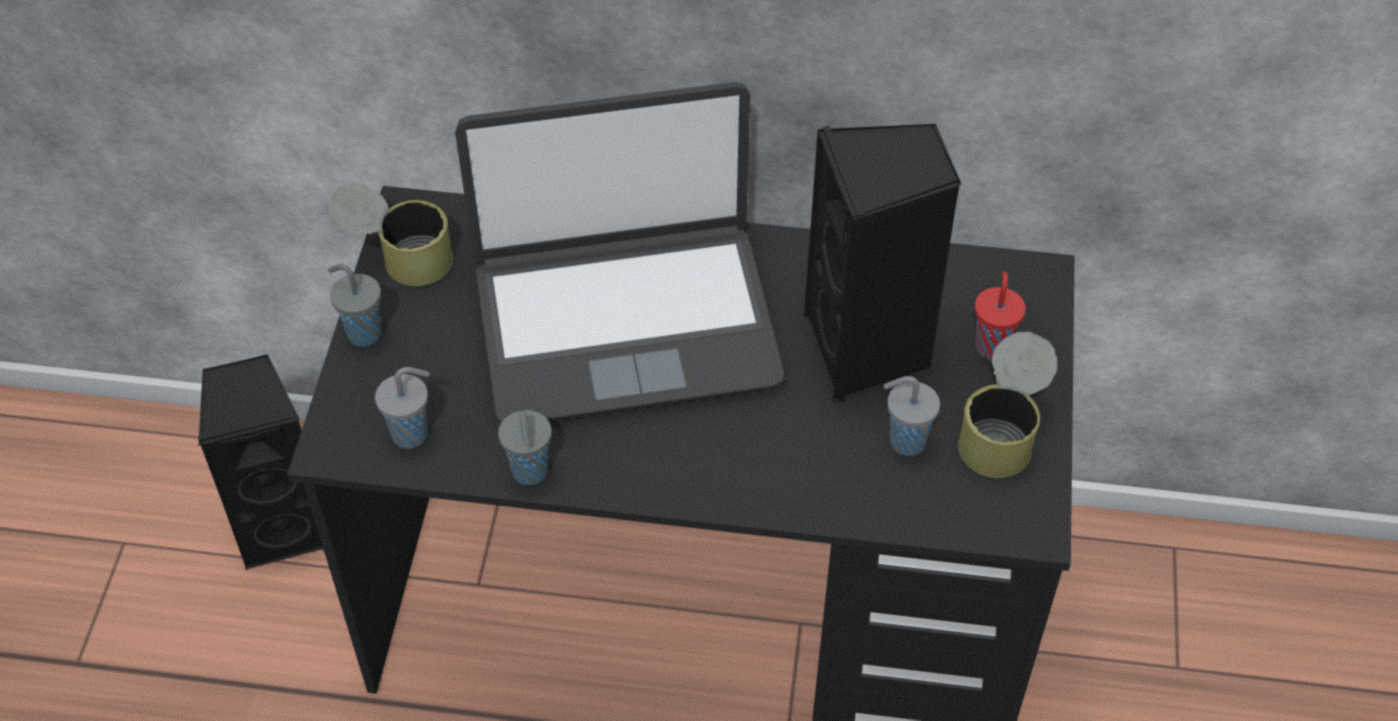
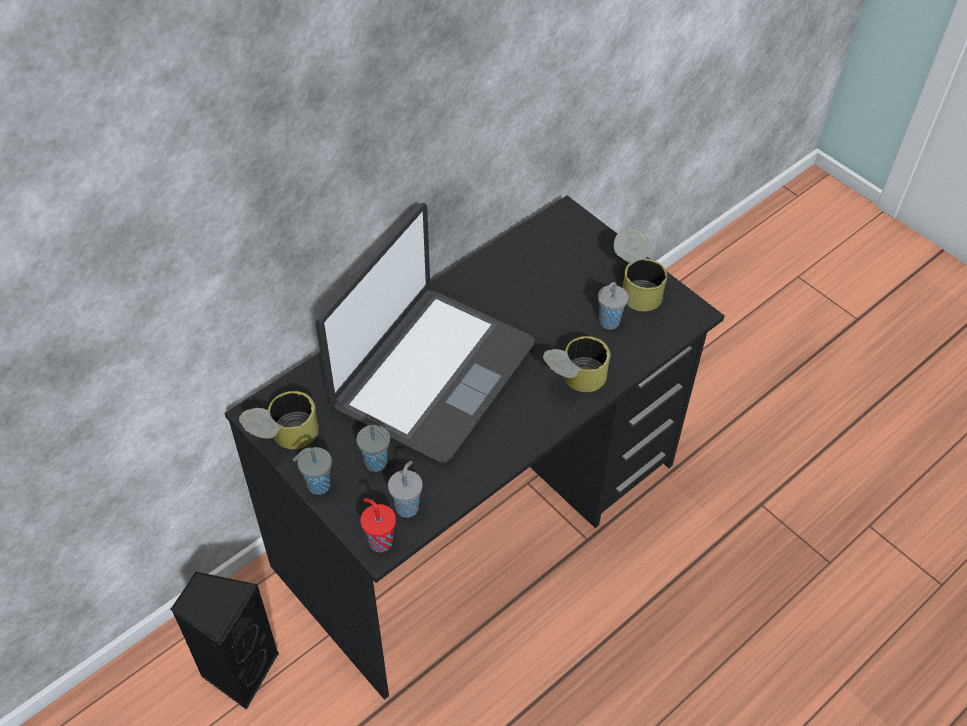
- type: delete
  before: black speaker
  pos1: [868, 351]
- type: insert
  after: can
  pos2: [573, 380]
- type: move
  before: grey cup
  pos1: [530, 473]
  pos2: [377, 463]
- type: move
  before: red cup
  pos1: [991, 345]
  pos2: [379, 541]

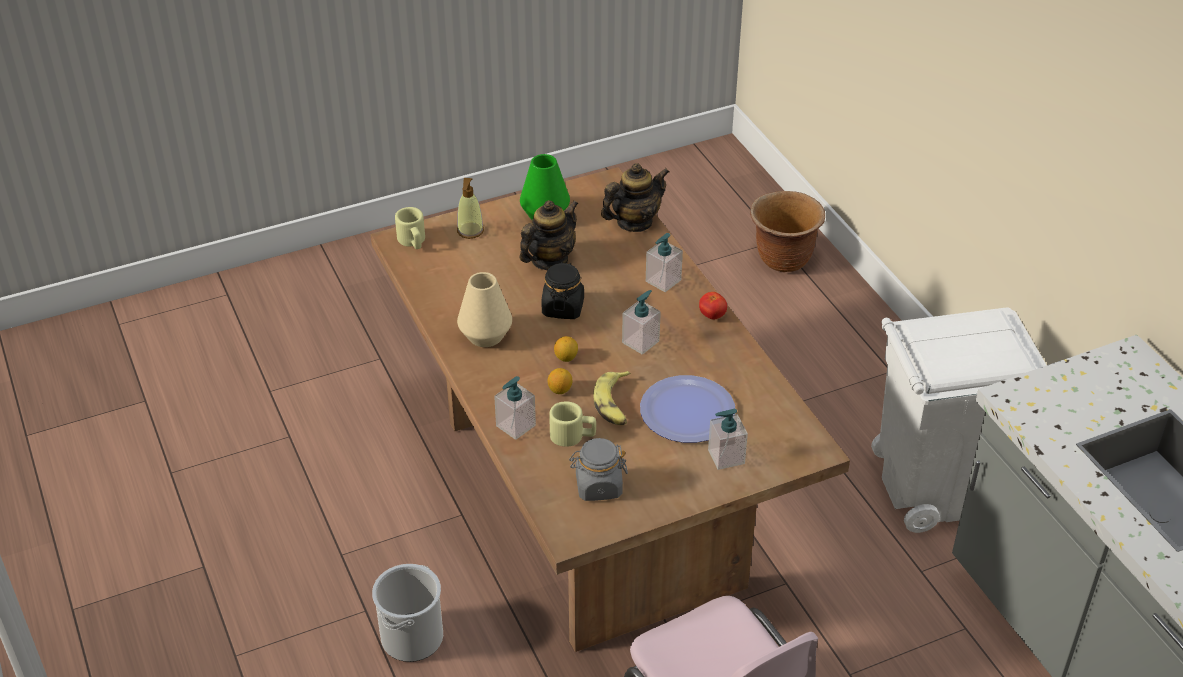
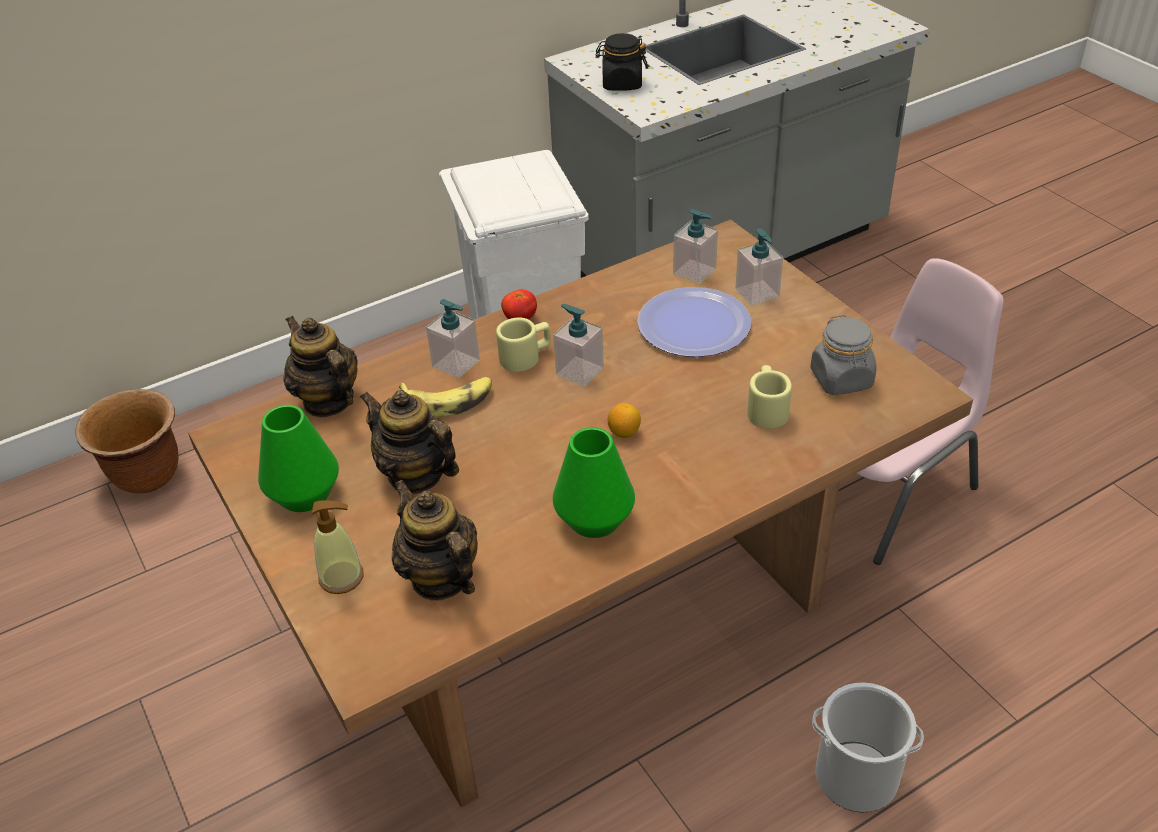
- type: delete
  before: lemon
  pos1: [560, 390]
- type: insert
  after: teapot
  pos2: [440, 578]
- type: move
  before: beige mug
  pos1: [413, 241]
  pos2: [526, 357]
- type: move
  before: soap dispenser
  pos1: [515, 426]
  pos2: [694, 271]
- type: move
  before: black jar
  pos1: [563, 307]
  pos2: [622, 84]
- type: move
  before: banana
  pos1: [614, 404]
  pos2: [449, 400]
- type: recolor
  before: beige vase
  after: green vase
  pos1: [486, 335]
  pos2: [594, 518]

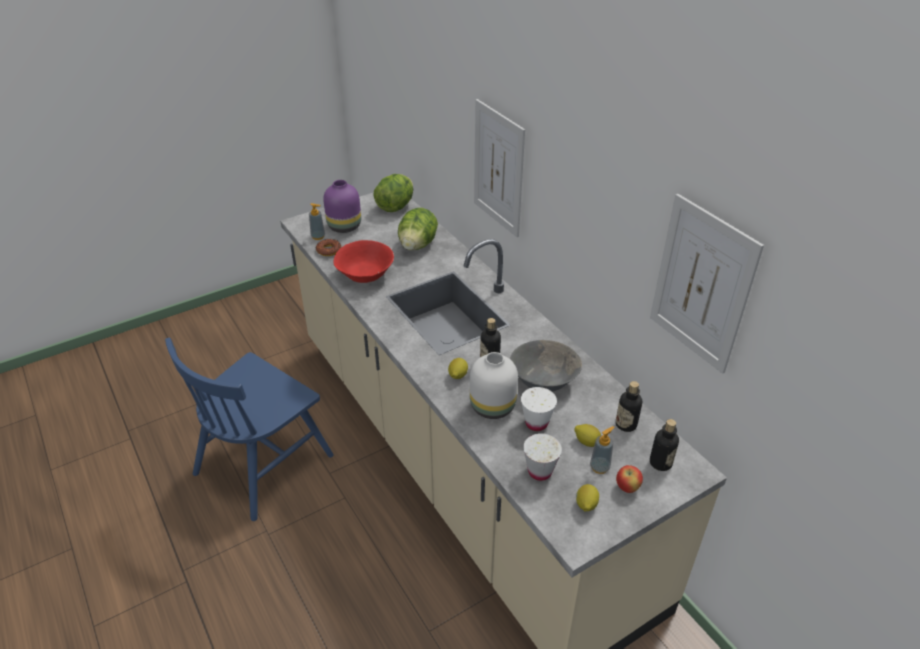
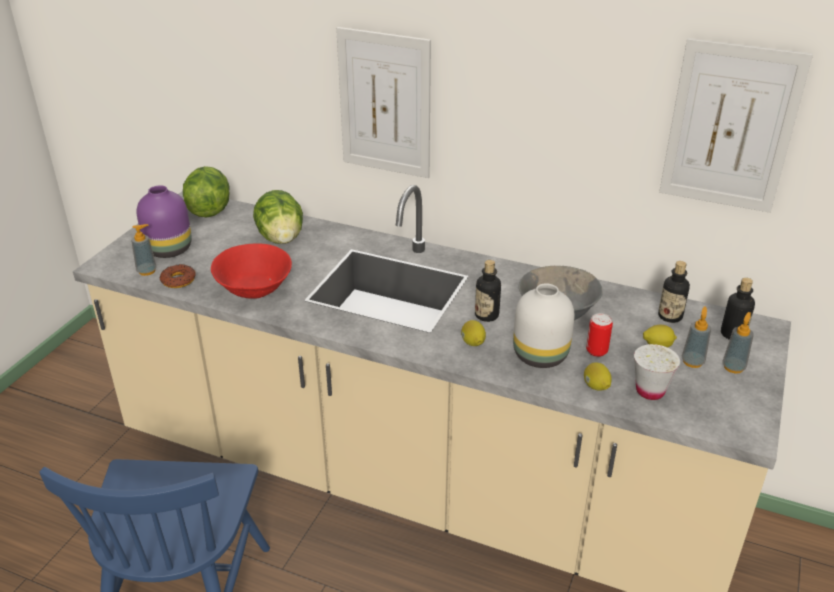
- type: move
  before: lemon
  pos1: [586, 505]
  pos2: [596, 387]
- type: replace
  before: white cup
  after: can
  pos1: [536, 423]
  pos2: [596, 351]
- type: replace
  before: apple
  after: soap dispenser
  pos1: [627, 488]
  pos2: [733, 367]

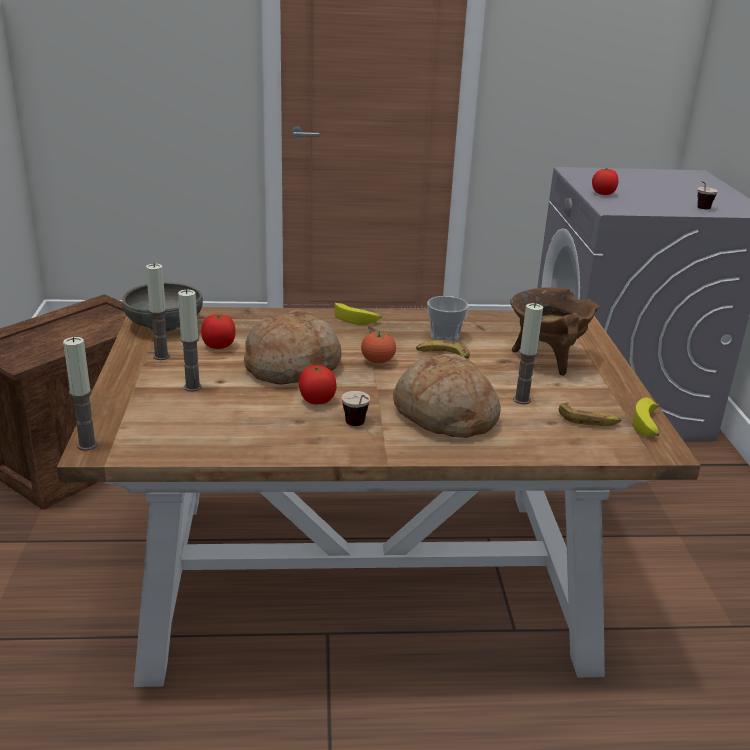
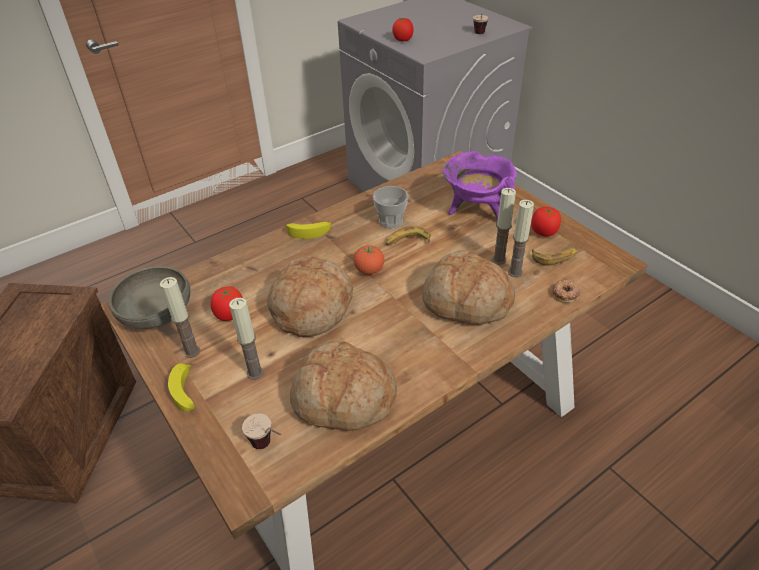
- type: insert
  after: bread
  pos2: [343, 398]
- type: insert
  after: donut
  pos2: [565, 293]
- type: move
  before: candle
  pos1: [87, 445]
  pos2: [515, 272]
- type: move
  before: tomato
  pos1: [316, 401]
  pos2: [543, 232]
- type: move
  before: cup
  pos1: [358, 427]
  pos2: [268, 448]
- type: move
  before: banana
  pos1: [648, 425]
  pos2: [187, 393]
- type: recolor
  before: brown cooking pot
  after: purple cooking pot
  pos1: [547, 358]
  pos2: [476, 211]

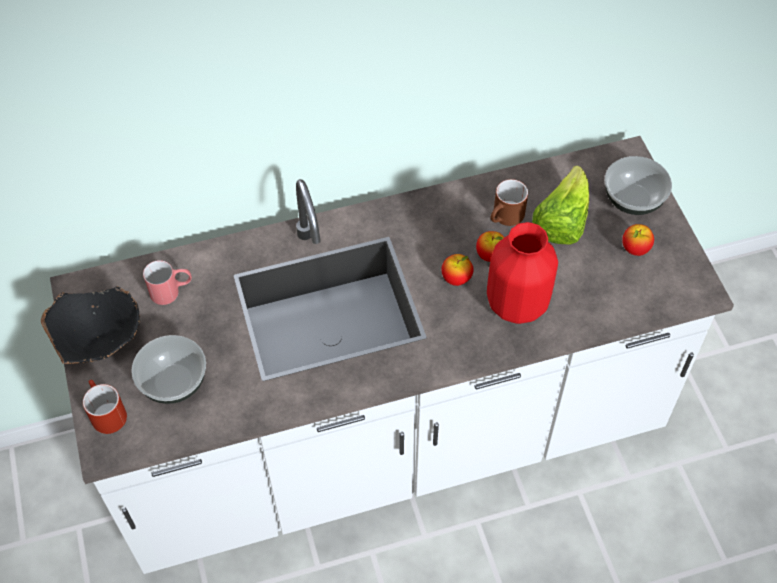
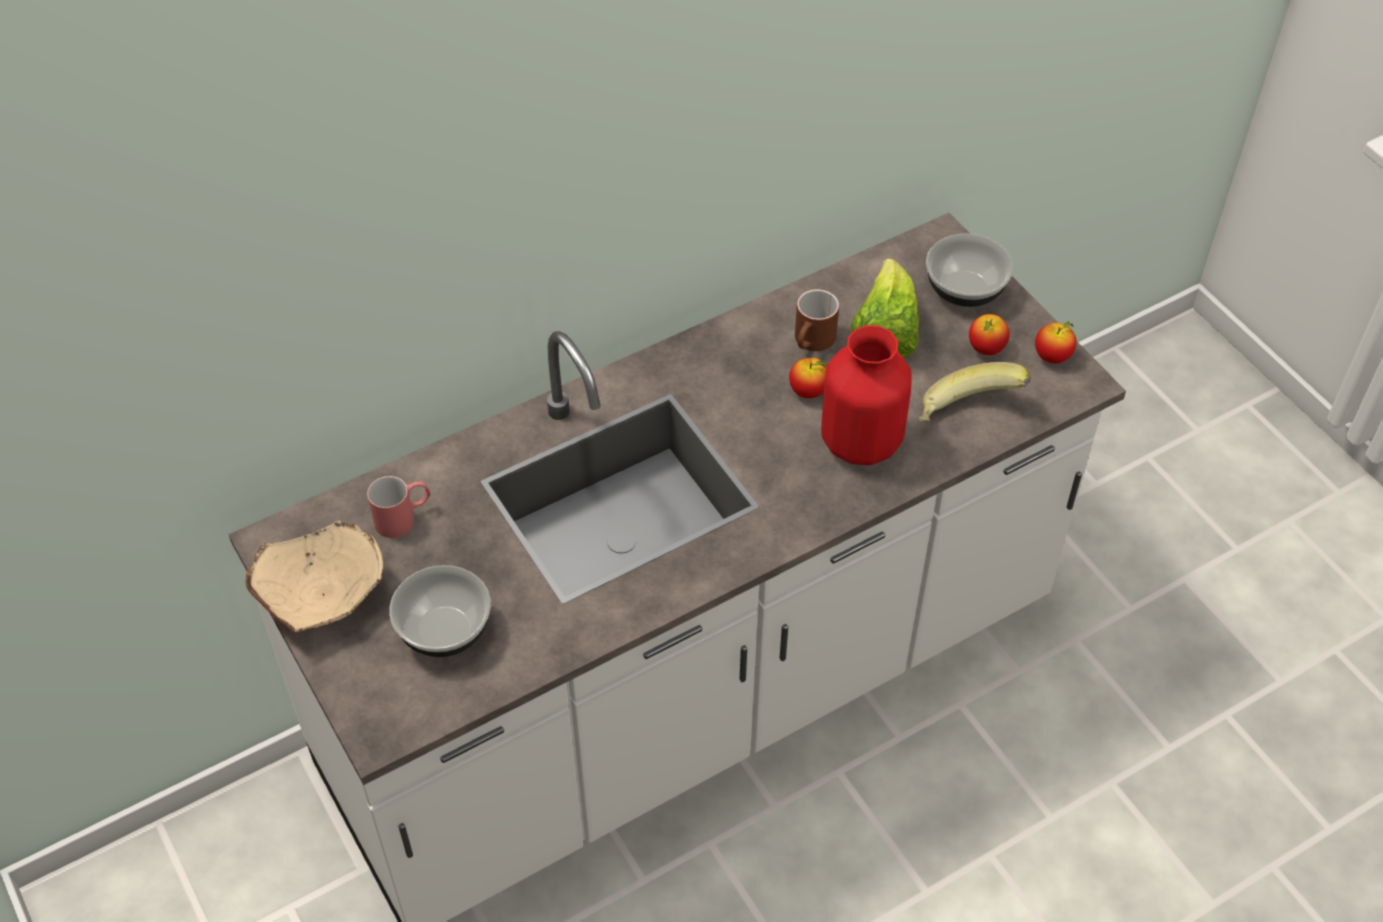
- type: delete
  before: red mug
  pos1: [105, 413]
- type: insert
  after: banana
  pos2: [967, 414]
- type: move
  before: apple
  pos1: [456, 279]
  pos2: [1052, 357]
- type: recolor
  before: black bowl
  after: beige bowl
  pos1: [98, 338]
  pos2: [322, 597]

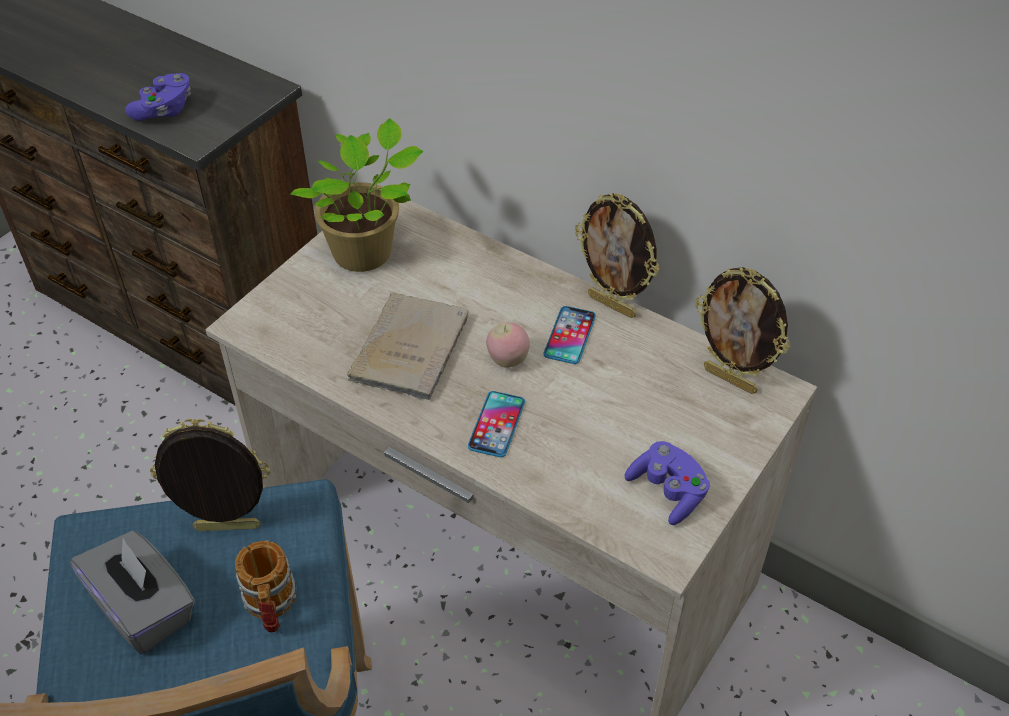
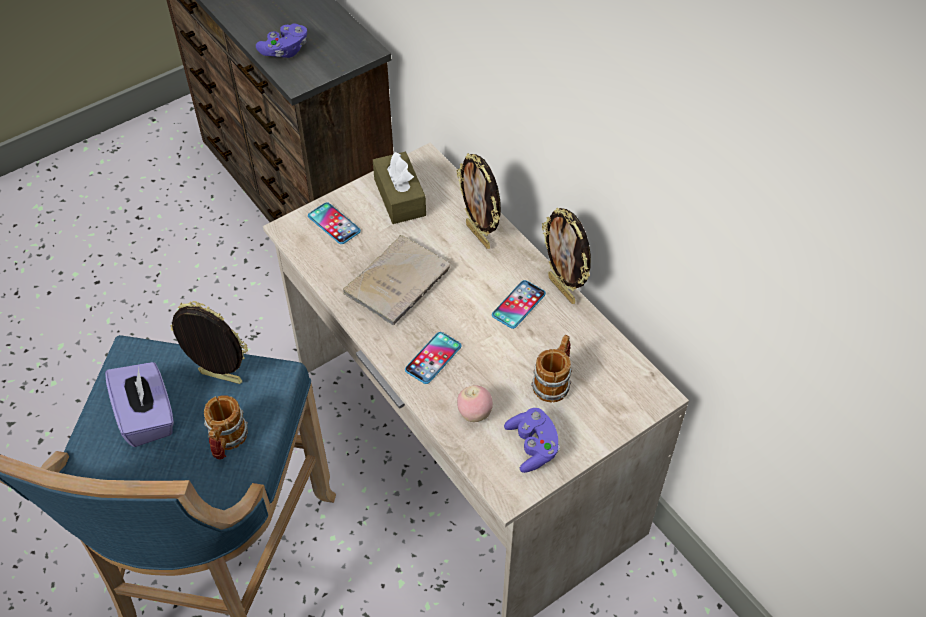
- type: insert
  after: phone
  pos2: [334, 224]
- type: insert
  after: mug
  pos2: [554, 381]
- type: move
  before: apple
  pos1: [507, 360]
  pos2: [474, 414]
- type: move
  before: picture frame
  pos1: [731, 379]
  pos2: [479, 235]
- type: replace
  before: potted plant
  after: brown tissue box
  pos1: [367, 253]
  pos2: [399, 197]
- type: recolor
  before: grey tissue box
  after: purple tissue box
  pos1: [144, 608]
  pos2: [147, 416]

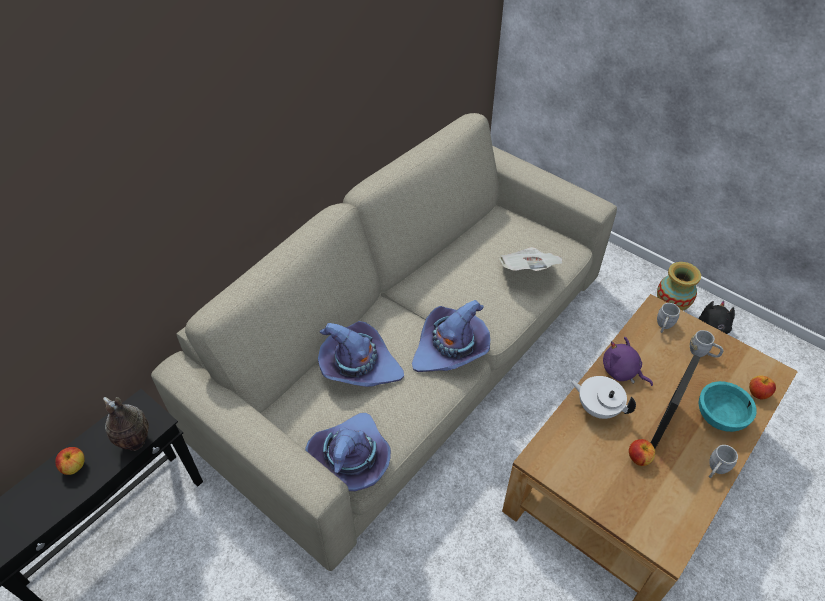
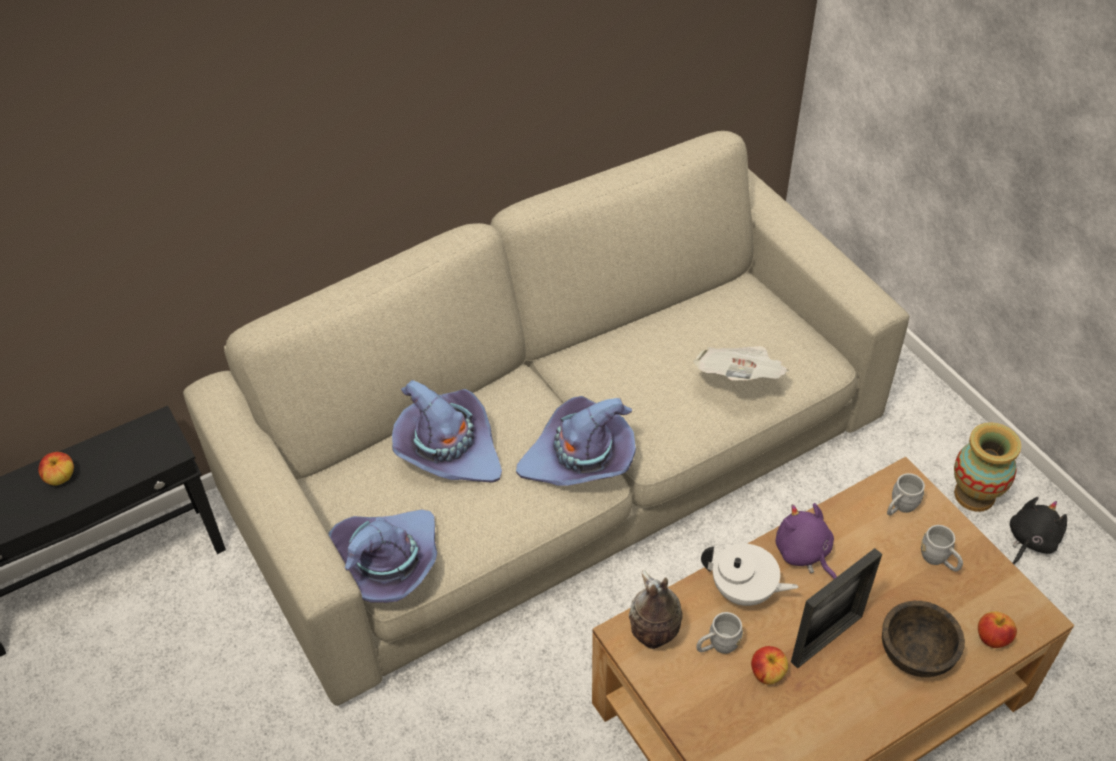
- type: move
  before: vase
  pos1: [135, 443]
  pos2: [653, 638]
- type: move
  before: grey mug
  pos1: [715, 469]
  pos2: [717, 646]
- type: recolor
  before: turquoise bowl
  after: brown bowl
  pos1: [719, 417]
  pos2: [915, 654]
- type: rotate
  before: white teapot
  pos1: [597, 407]
  pos2: [744, 591]
  turn: 150

